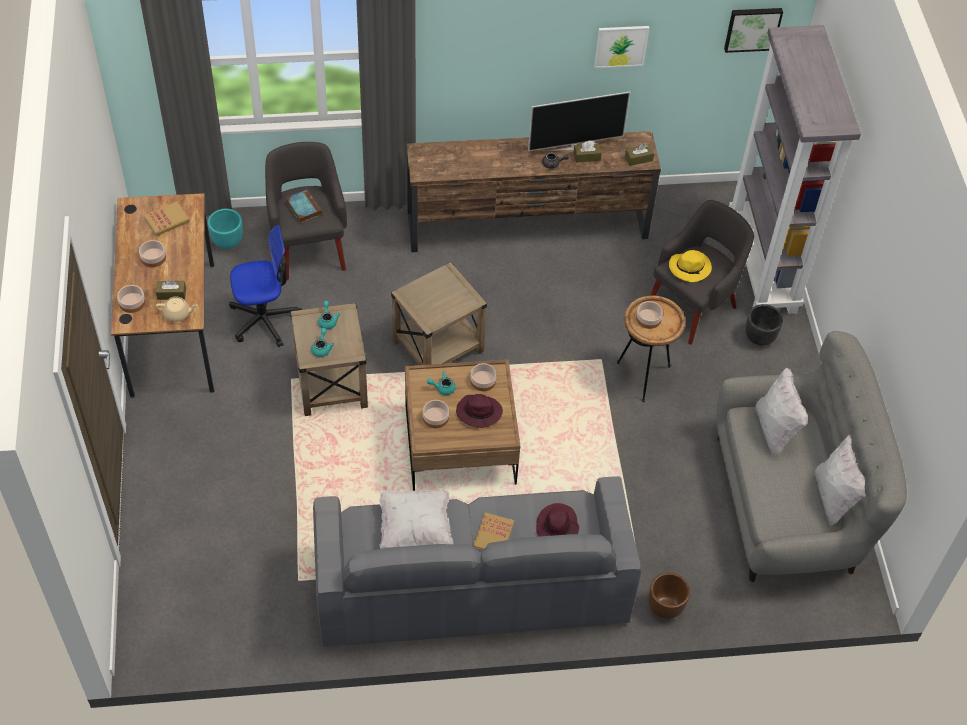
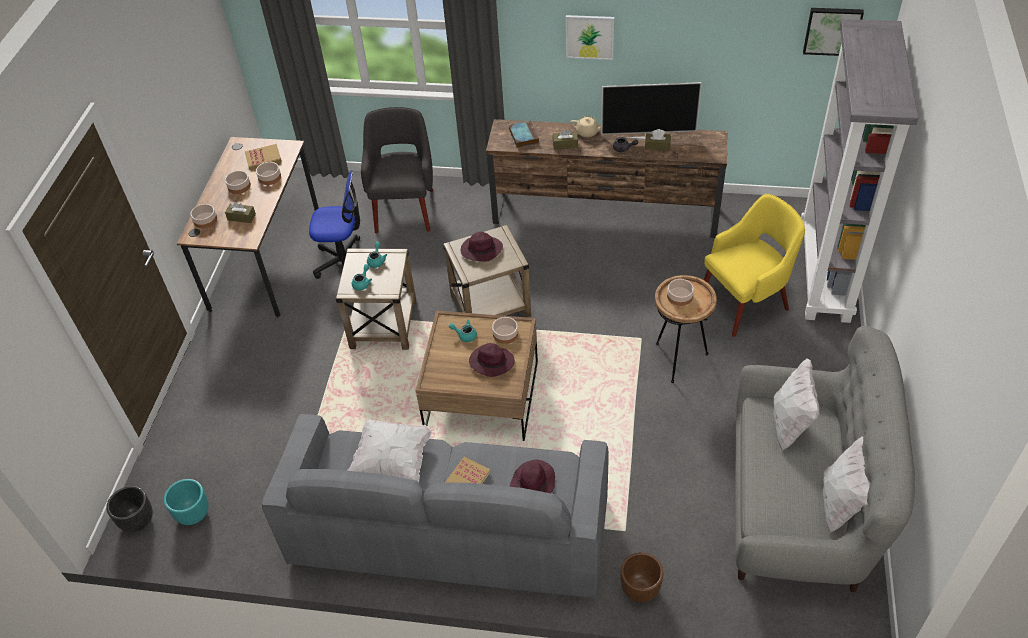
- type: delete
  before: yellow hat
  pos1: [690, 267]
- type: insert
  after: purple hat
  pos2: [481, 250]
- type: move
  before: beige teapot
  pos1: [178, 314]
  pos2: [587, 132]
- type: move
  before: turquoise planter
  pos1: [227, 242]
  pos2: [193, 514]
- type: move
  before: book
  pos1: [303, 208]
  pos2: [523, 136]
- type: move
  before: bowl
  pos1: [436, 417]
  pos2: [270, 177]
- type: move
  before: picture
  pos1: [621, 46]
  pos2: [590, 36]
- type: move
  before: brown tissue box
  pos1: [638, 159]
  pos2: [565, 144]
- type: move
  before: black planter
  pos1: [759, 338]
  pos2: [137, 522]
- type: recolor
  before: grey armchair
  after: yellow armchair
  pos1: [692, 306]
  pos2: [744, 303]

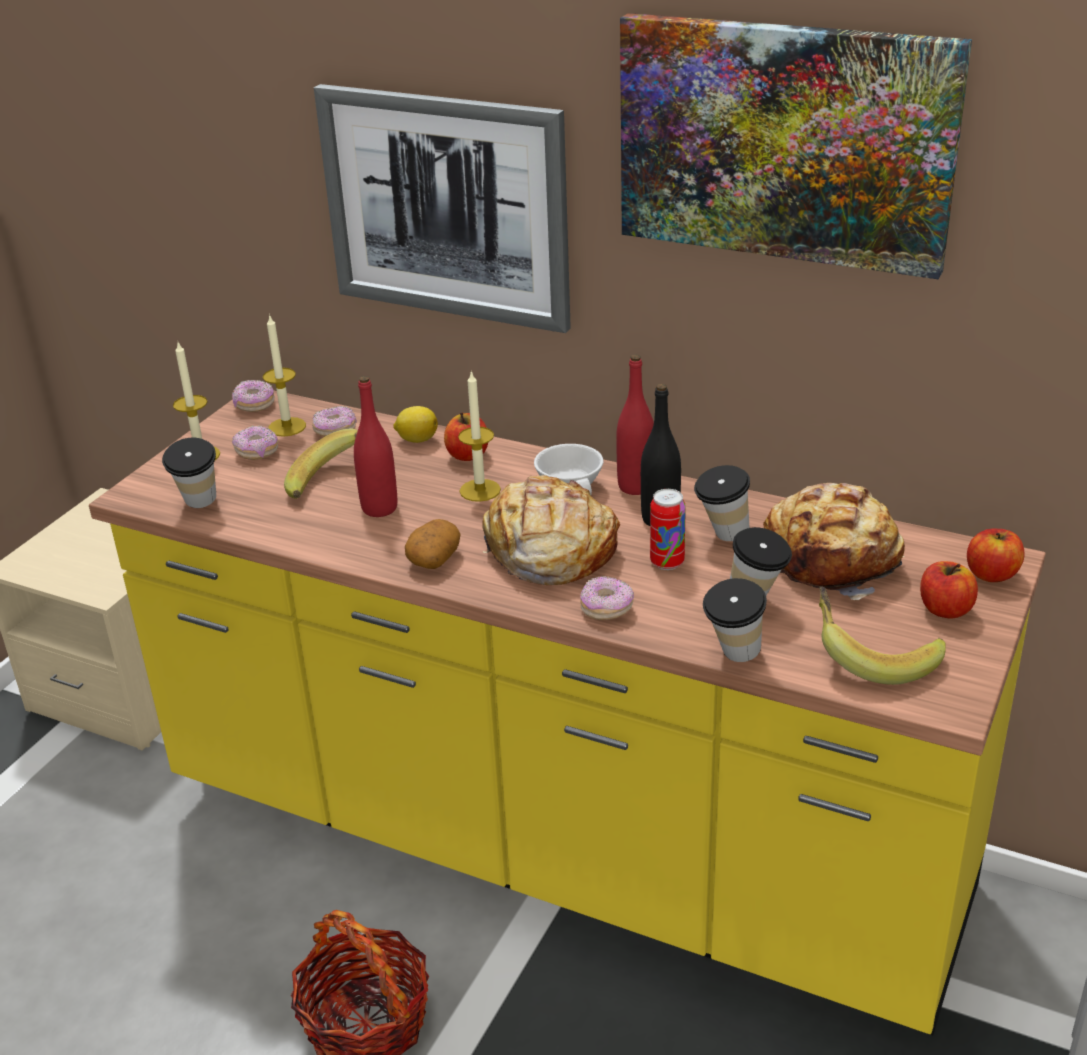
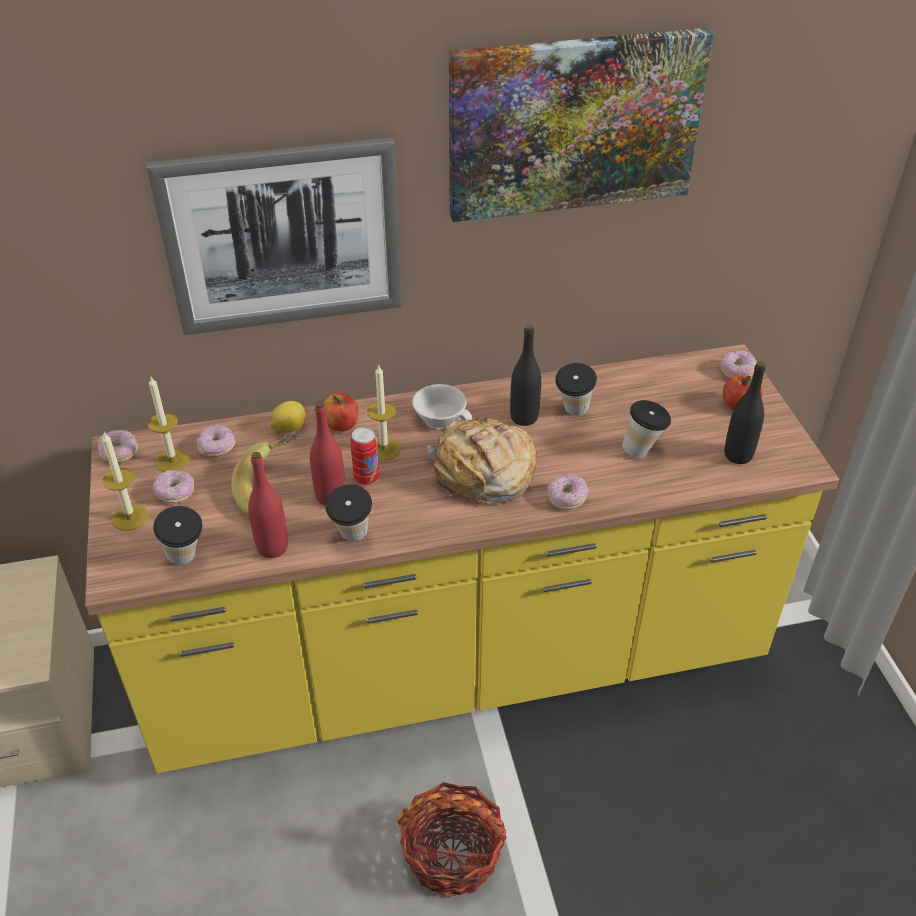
- type: delete
  before: potato
  pos1: [434, 558]
- type: delete
  before: bread
  pos1: [834, 558]
- type: move
  before: red bottle
  pos1: [635, 486]
  pos2: [272, 547]
- type: move
  before: can
  pos1: [667, 562]
  pos2: [366, 478]
- type: move
  before: cup
  pos1: [733, 657]
  pos2: [352, 539]
- type: replace
  before: banana
  after: black bottle
  pos1: [872, 656]
  pos2: [738, 455]
- type: replace
  before: apple
  after: donut
  pos1: [991, 574]
  pos2: [736, 371]

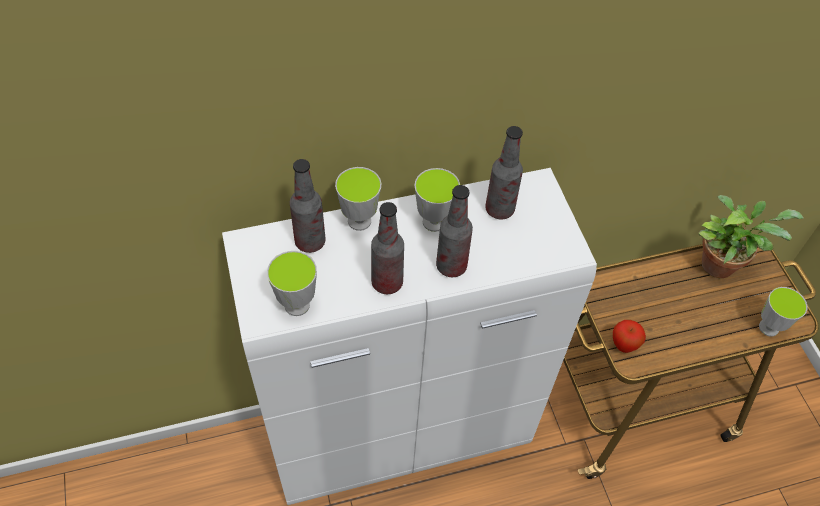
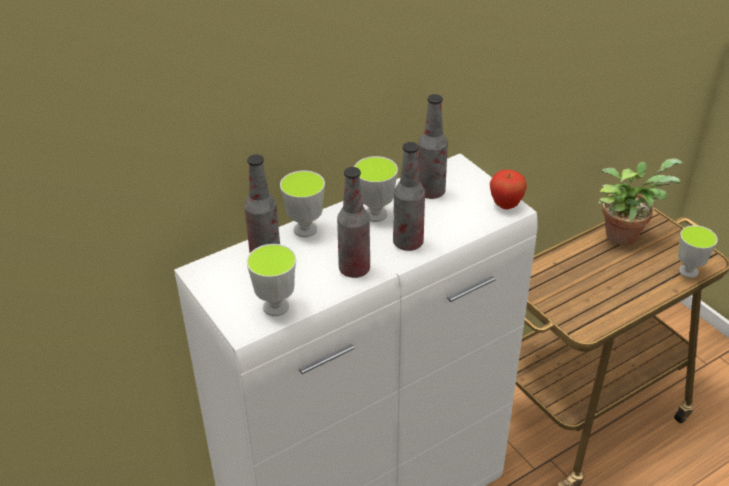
- type: move
  before: apple
  pos1: [623, 345]
  pos2: [505, 205]

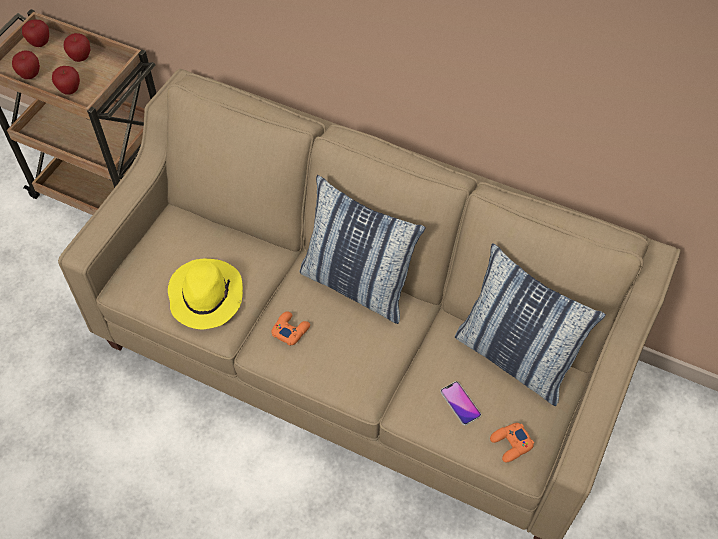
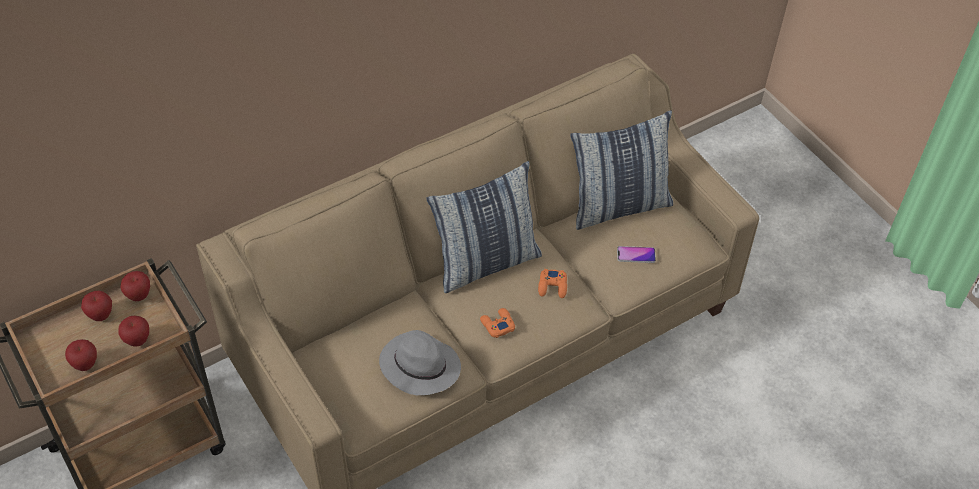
- type: move
  before: apple
  pos1: [40, 43]
  pos2: [139, 296]
- type: move
  before: orange game controller
  pos1: [511, 444]
  pos2: [553, 286]
- type: recolor
  before: yellow hat
  after: grey hat
  pos1: [205, 295]
  pos2: [419, 366]

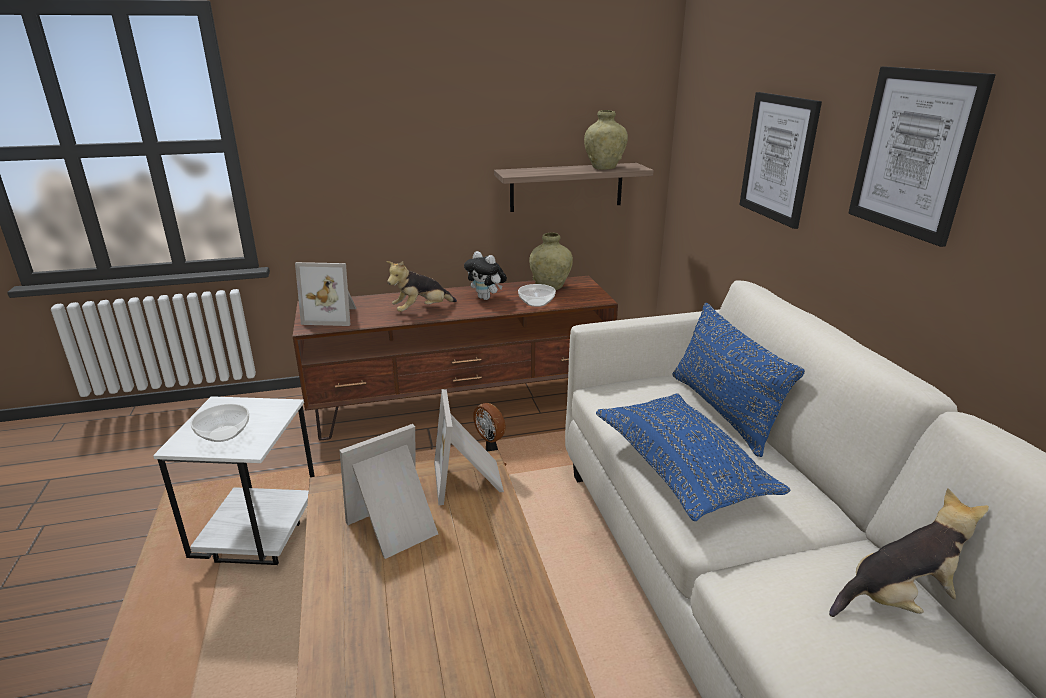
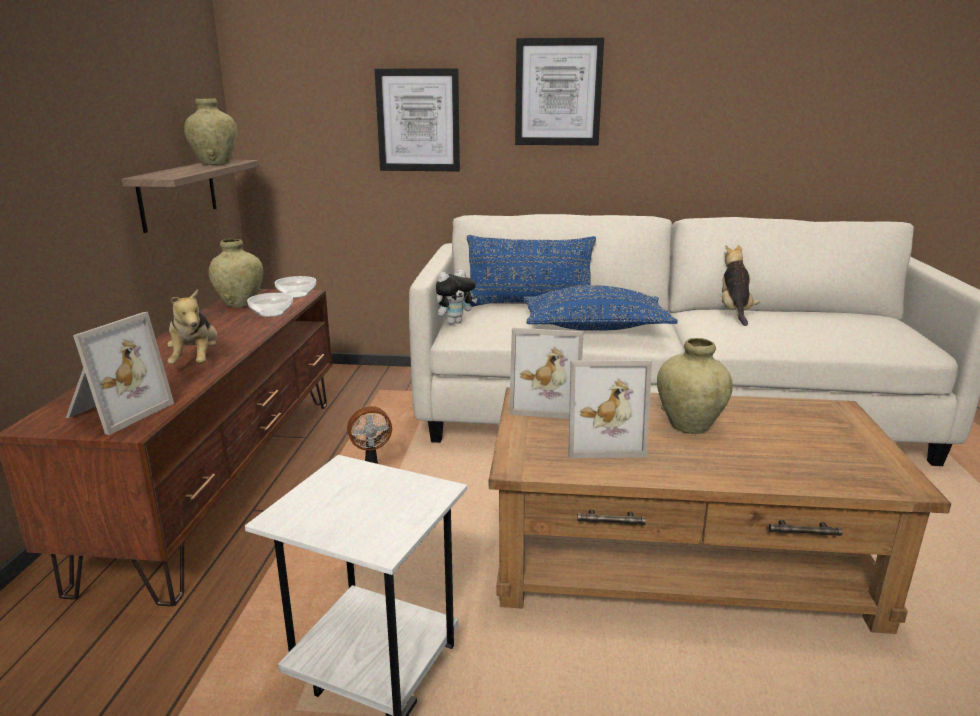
- type: insert
  after: beige vase
  pos2: [689, 426]
- type: move
  before: bowl
  pos1: [224, 434]
  pos2: [297, 295]
- type: move
  before: plush toy
  pos1: [486, 298]
  pos2: [454, 322]
- type: rotate
  before: picture frame
  pos1: [396, 527]
  pos2: [601, 440]
  turn: -75

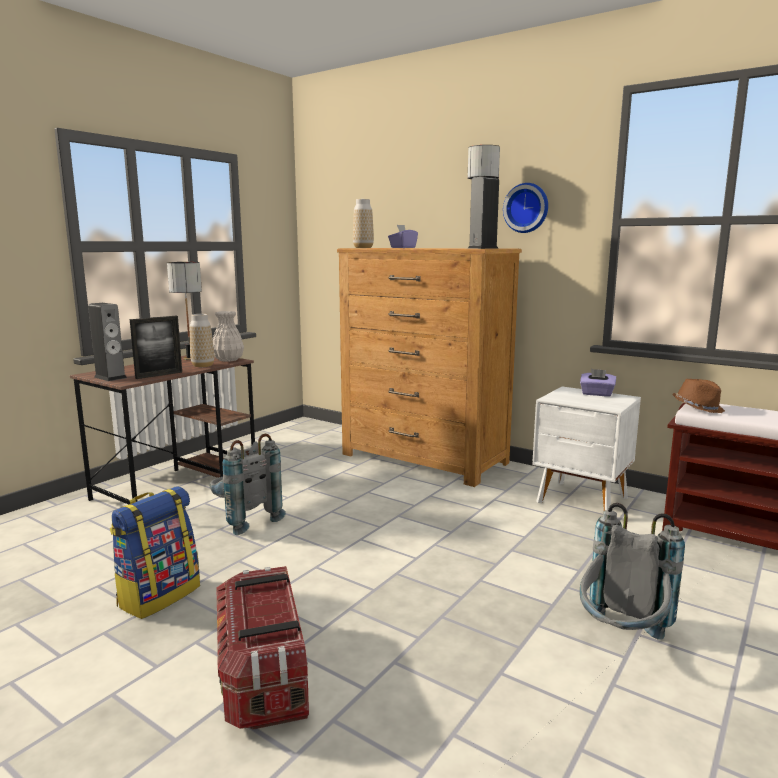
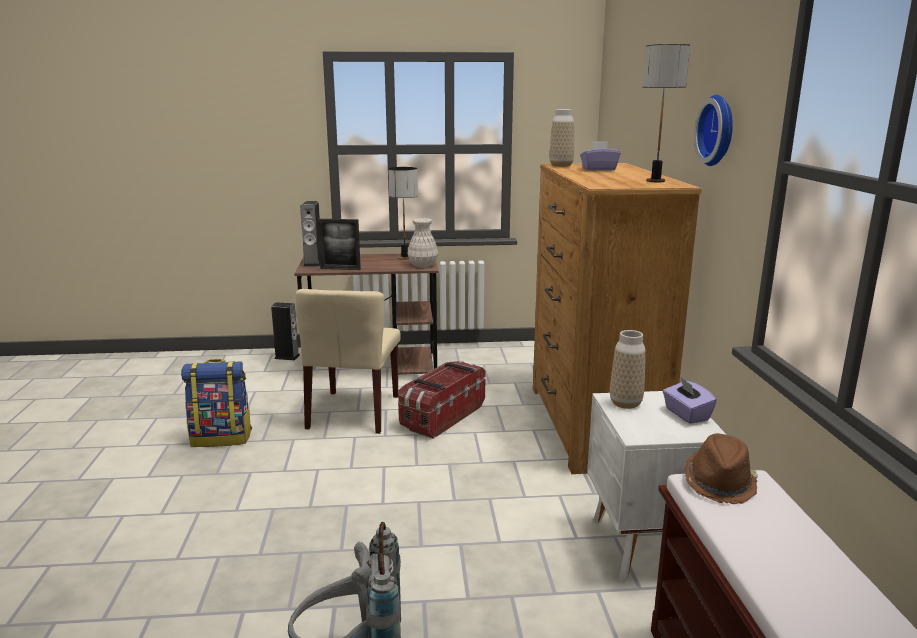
- type: move
  before: vase
  pos1: [203, 365]
  pos2: [625, 403]
- type: move
  before: storage box
  pos1: [262, 673]
  pos2: [442, 416]
- type: move
  before: speaker
  pos1: [483, 248]
  pos2: [287, 357]
- type: replace
  before: grey backpack
  after: beige chair
  pos1: [244, 519]
  pos2: [354, 412]

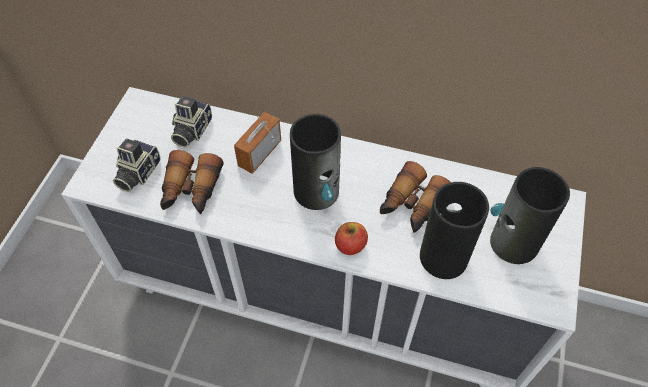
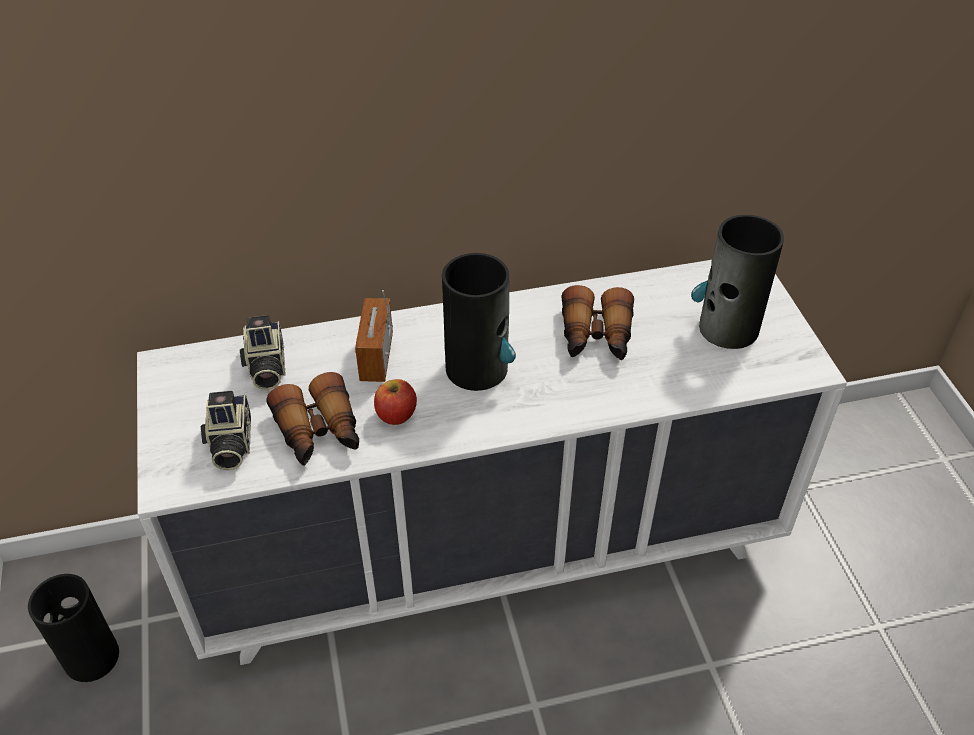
- type: move
  before: apple
  pos1: [350, 245]
  pos2: [396, 414]
- type: move
  before: vase
  pos1: [443, 256]
  pos2: [90, 656]

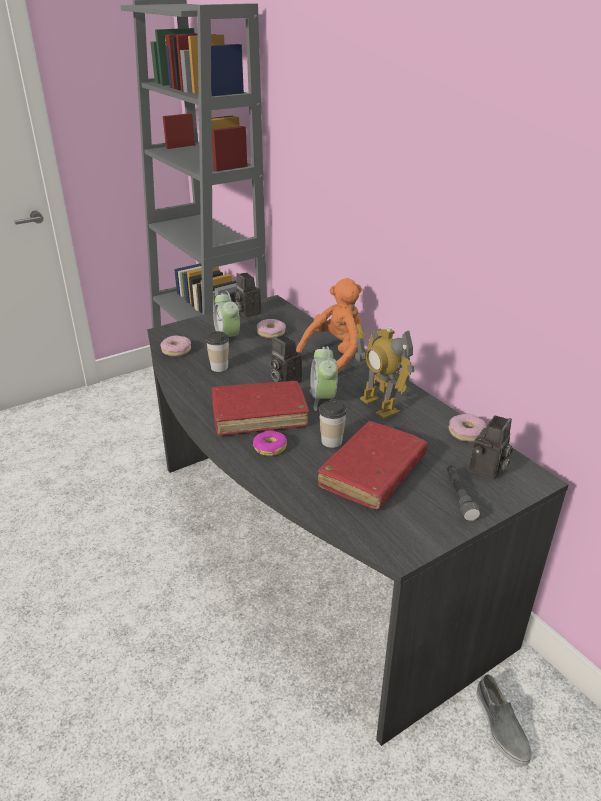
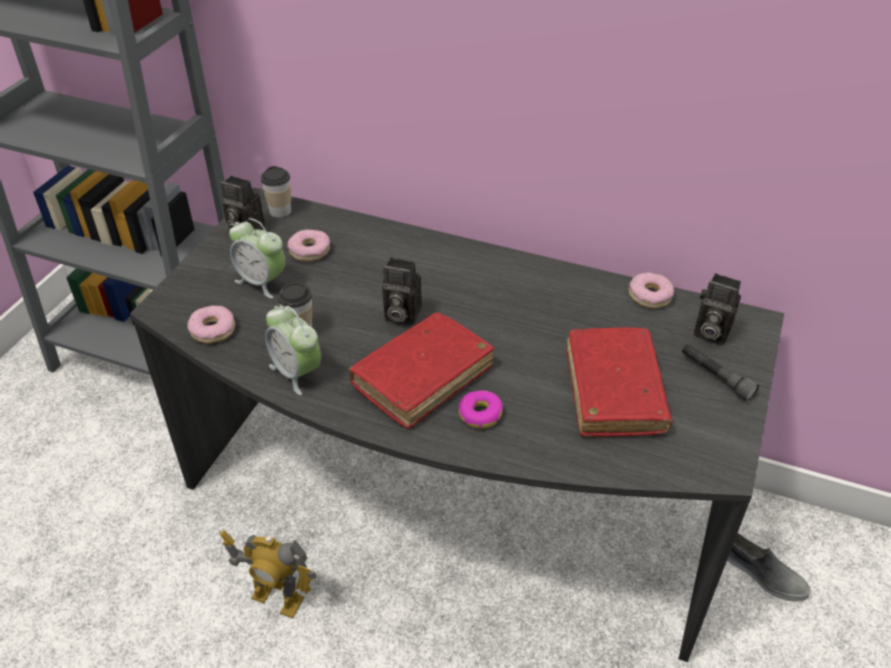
- type: delete
  before: orange plush toy
  pos1: [334, 355]
- type: move
  before: alarm clock
  pos1: [323, 399]
  pos2: [297, 372]
- type: move
  before: cup
  pos1: [331, 441]
  pos2: [280, 211]
- type: move
  before: toy robot
  pos1: [379, 406]
  pos2: [277, 599]
- type: rotate
  before: photo camera
  pos1: [488, 470]
  pos2: [709, 332]
  turn: 120

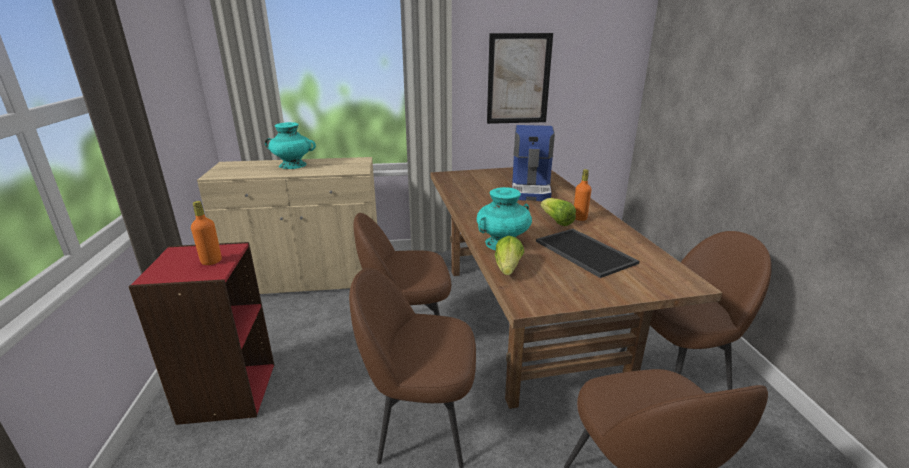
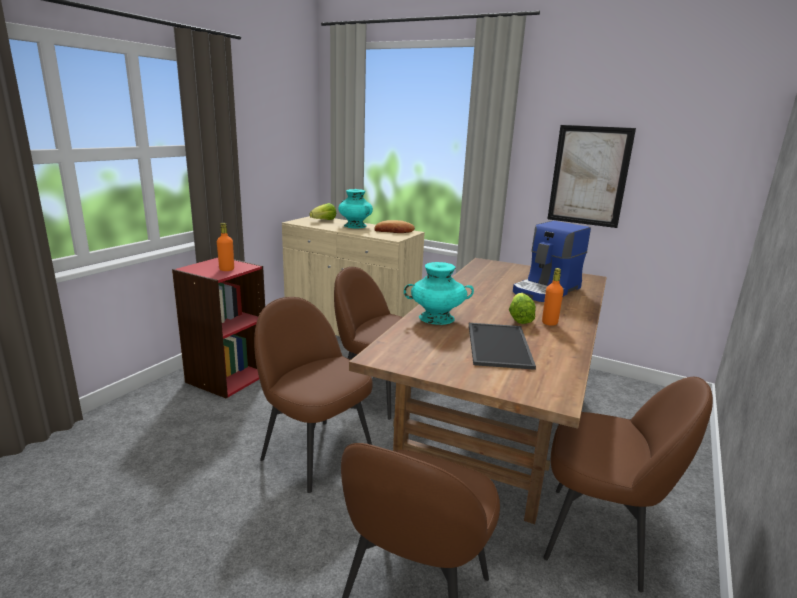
- type: insert
  after: bread
  pos2: [394, 231]
- type: move
  before: lettuce
  pos1: [508, 268]
  pos2: [324, 220]

